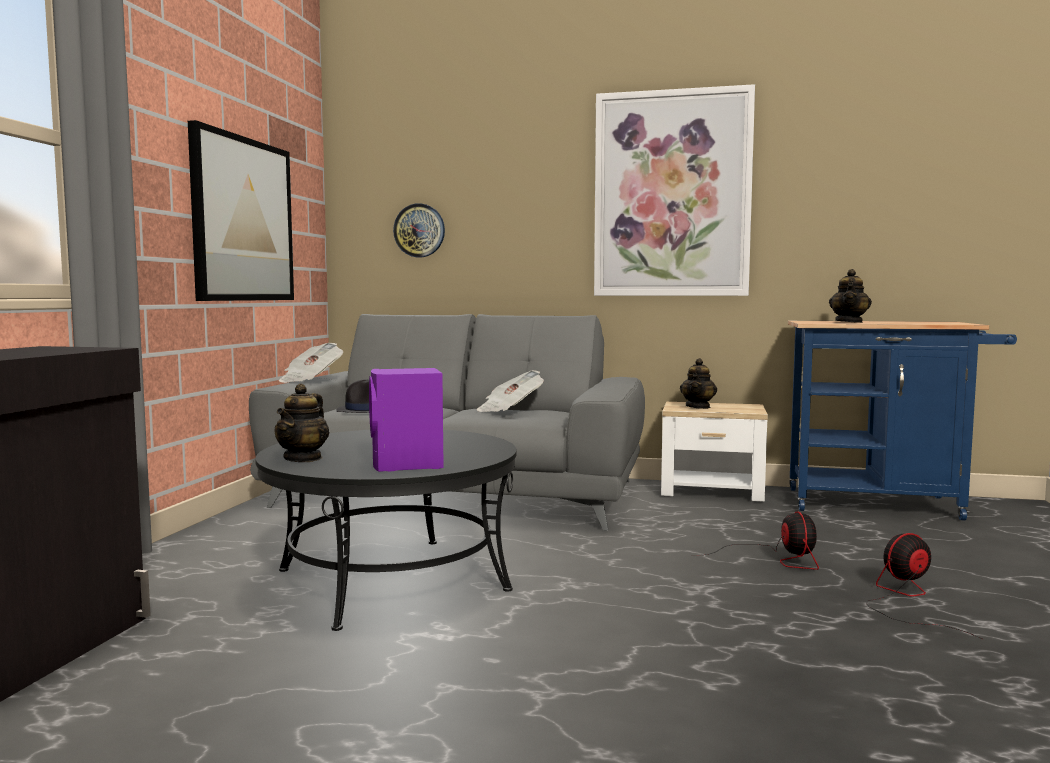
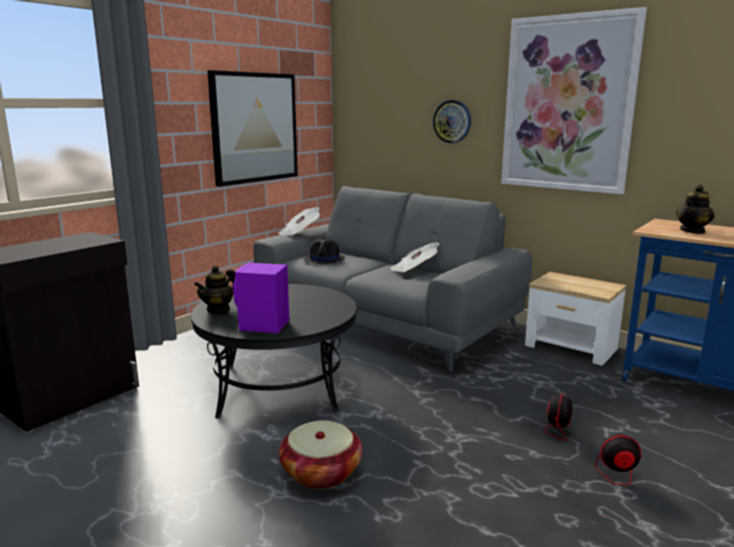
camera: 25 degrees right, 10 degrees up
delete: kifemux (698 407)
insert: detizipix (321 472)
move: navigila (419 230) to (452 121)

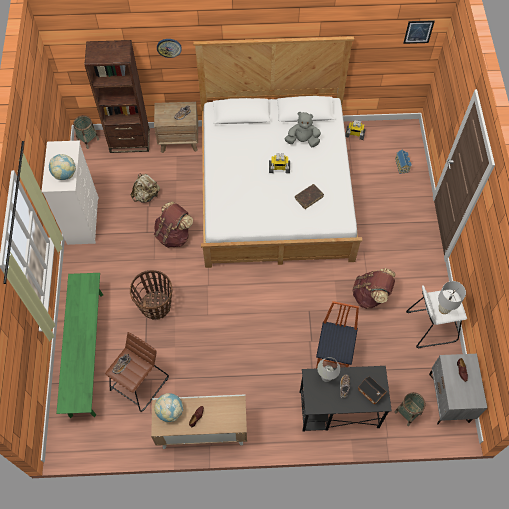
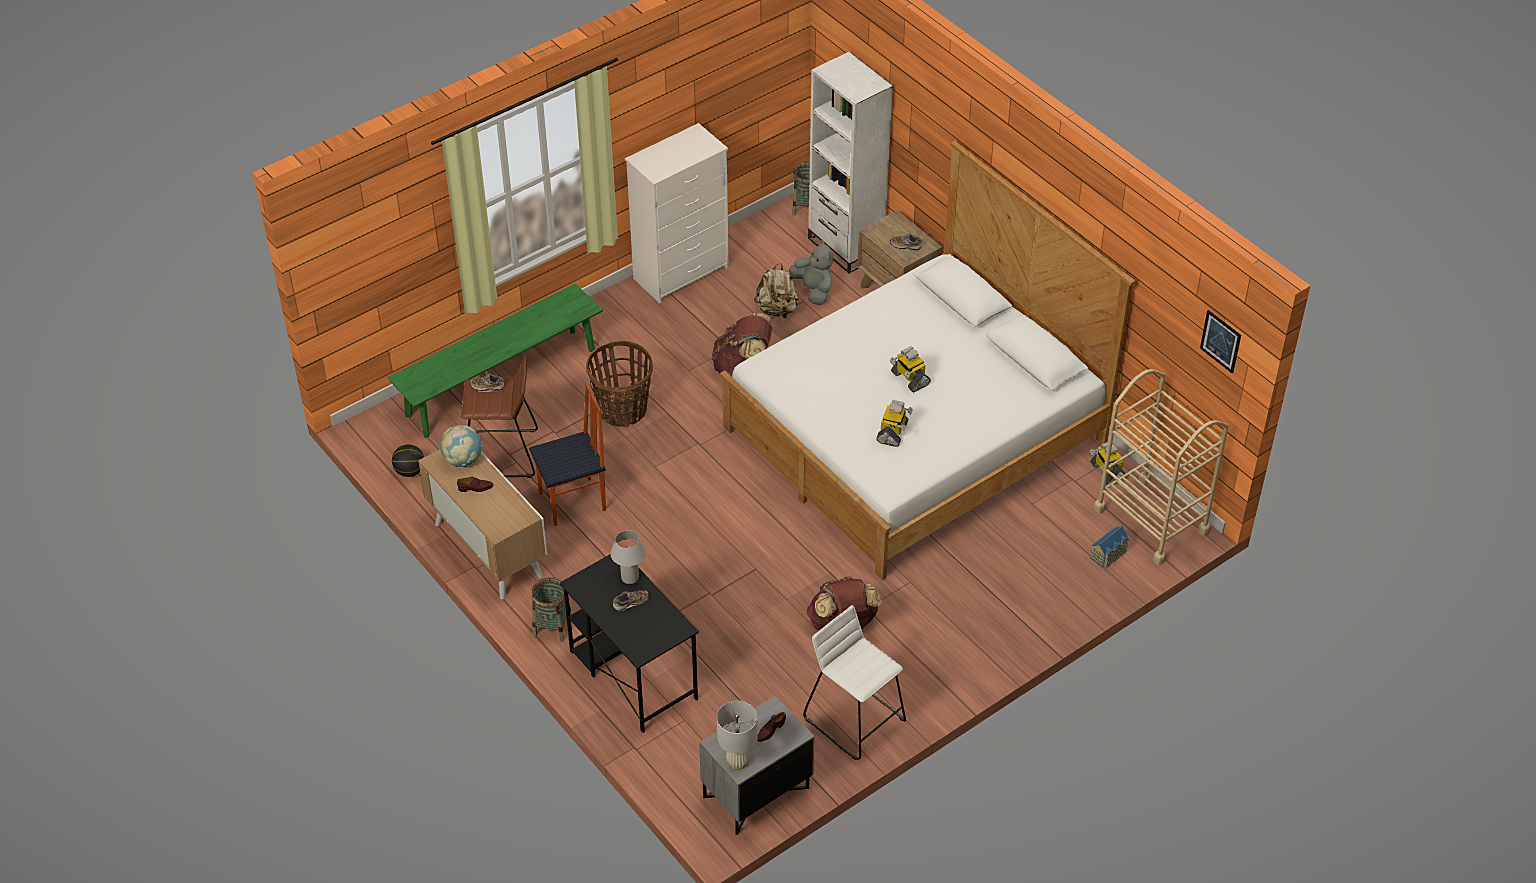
camera: 55 degrees right, 15 degrees down
delete: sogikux (65 174); navigila (169 47); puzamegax (371 393)
insert: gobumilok (410 471); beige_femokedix (1151 520)
move: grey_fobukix (302 140) to (813 290); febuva (334 356) to (573 502); detizipix (407 412) to (552 626); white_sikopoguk (444 309) to (737 762)
replace: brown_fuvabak (309 198) to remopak (893 432)
recolor: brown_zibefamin (130 141) to white_zibefamin (845 246)

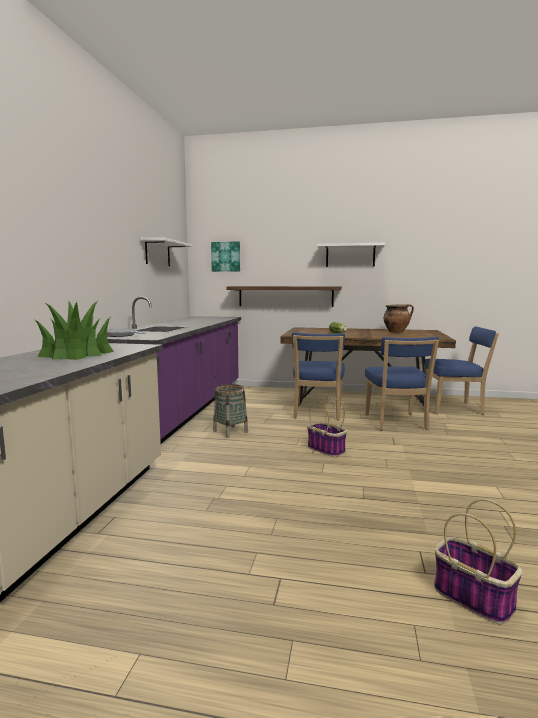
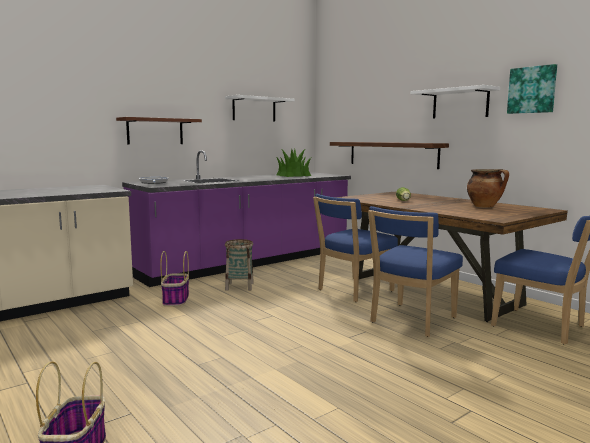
camera: 40 degrees right, 0 degrees up
insert: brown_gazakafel (155 131)
move: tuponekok (76 354) to (293 175); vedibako (226 256) to (532 90); detizipix (327 450) to (176 300)

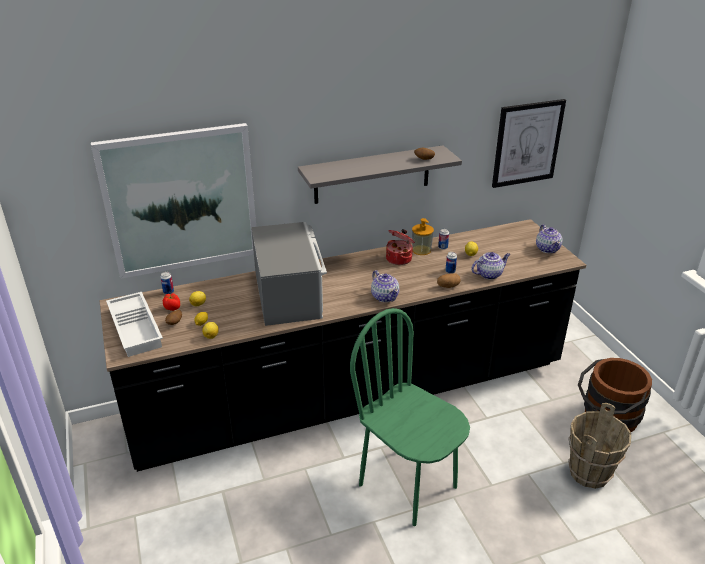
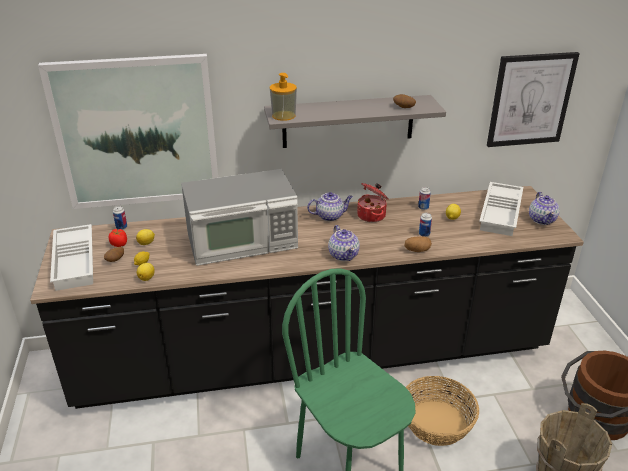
camera: 10 degrees right, 0 degrees up
insert: detizipix (436 422); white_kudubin (501 213)
move: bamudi (421 250) to (283 115); kifemux (489 274) to (330 216)
rotate: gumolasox (289 294) = (243 241) 75 degrees clockwise

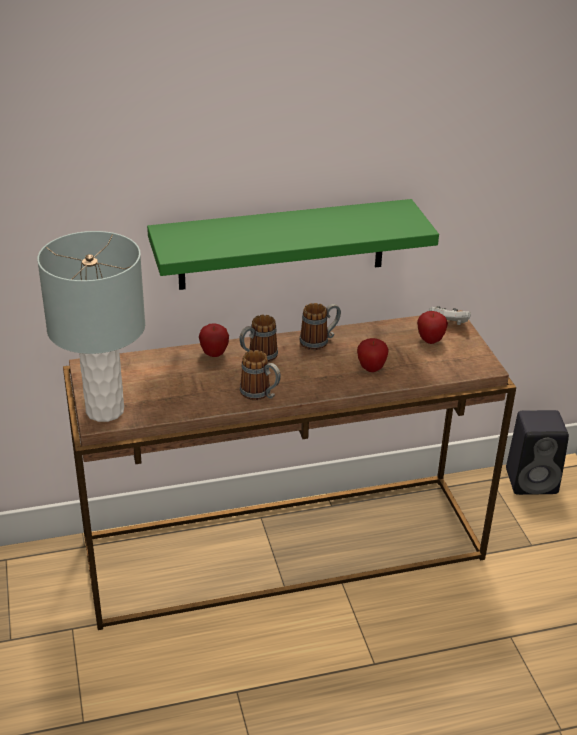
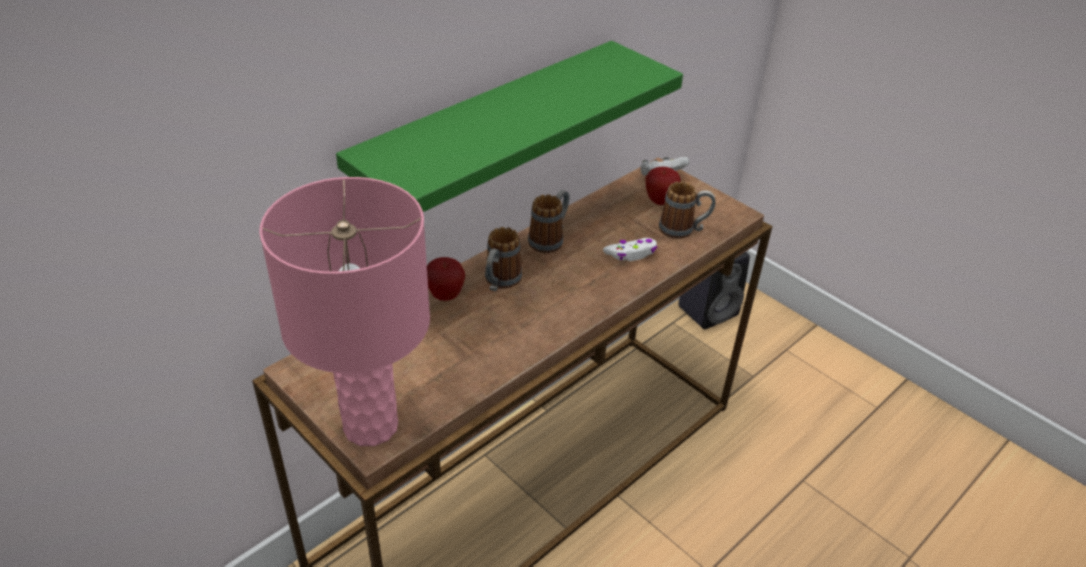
camera: 30 degrees left, 5 degrees up
move: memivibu (260 394) to (683 230)
replace: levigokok (371 368) to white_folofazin (631 254)
recolor: grey_sikopoguk (105 410) to pink_sikopoguk (370 425)

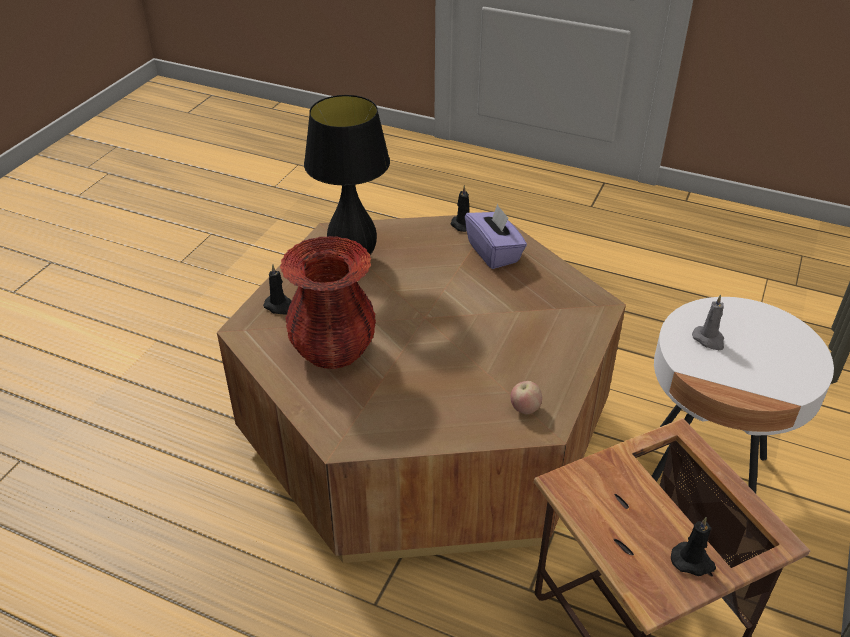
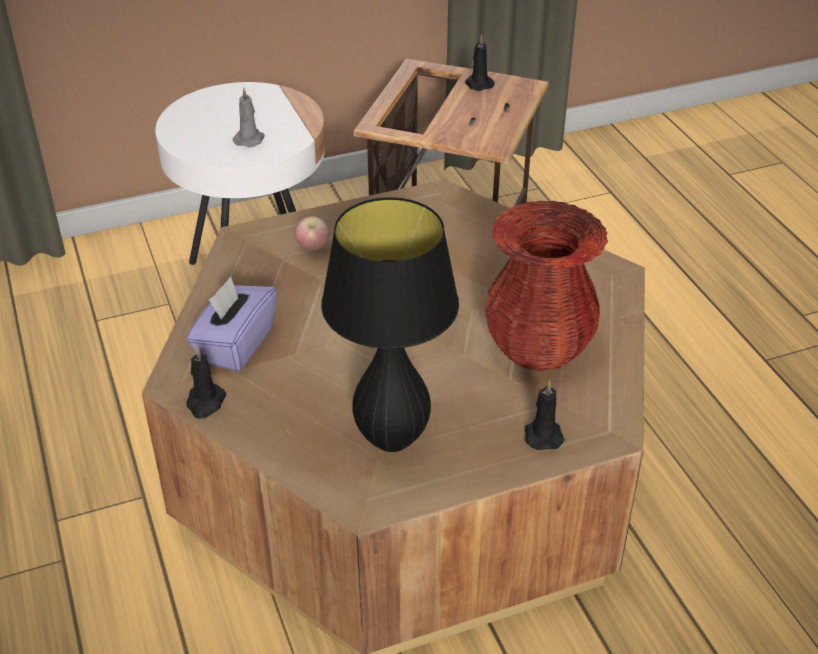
camera: 135 degrees left, 0 degrees up
move: levigokok (525 409) to (312 248)

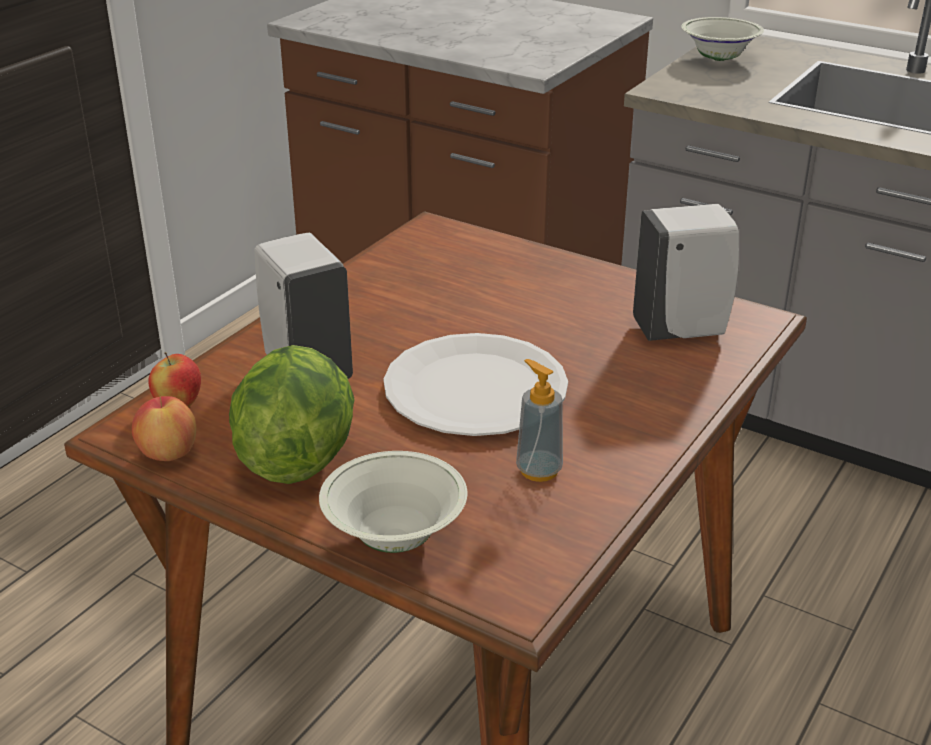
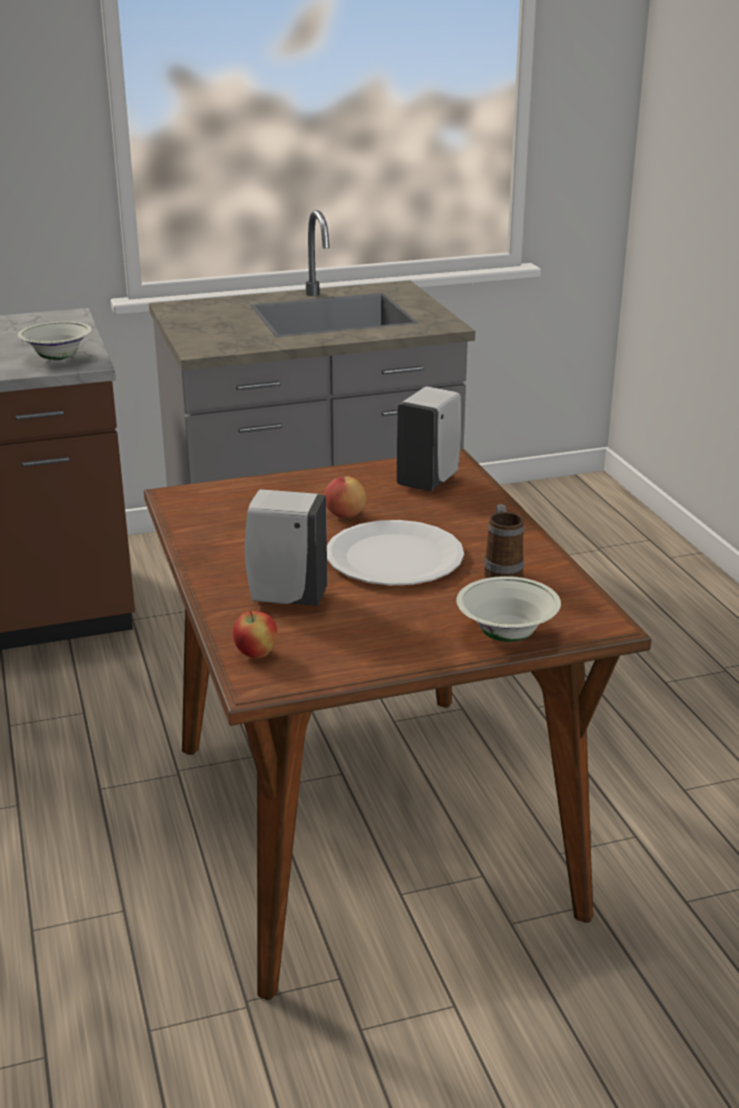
camera: 50 degrees left, 5 degrees down
delete: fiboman (296 456)
move: levigokok (168 453) to (345 515); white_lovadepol (718 59) to (58 358)
replace: bamudi (539 470) to memivibu (502 572)

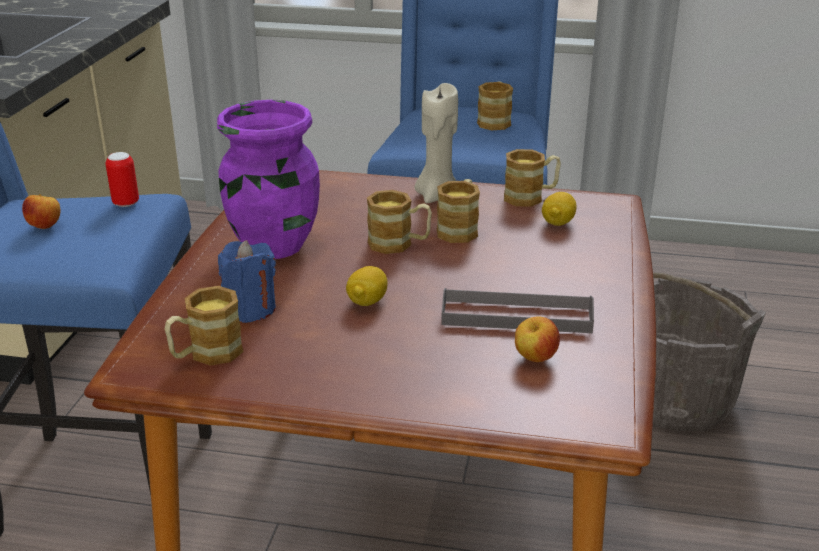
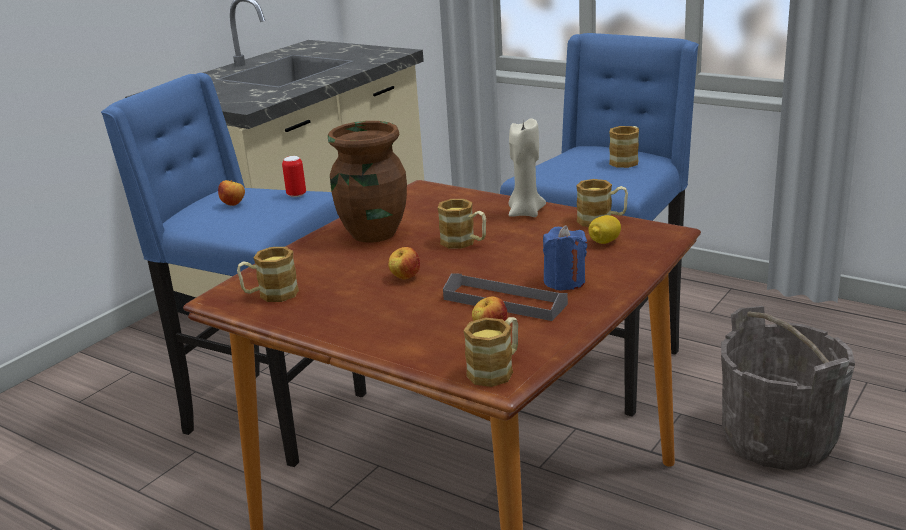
camera: 25 degrees right, 5 degrees down
move: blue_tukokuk (249 309) to (564 282); memivibu (459 229) to (496 370)
replace: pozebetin (367 302) to levigokok (405 278)
recolor: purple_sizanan (273 246) to brown_sizanan (372 233)

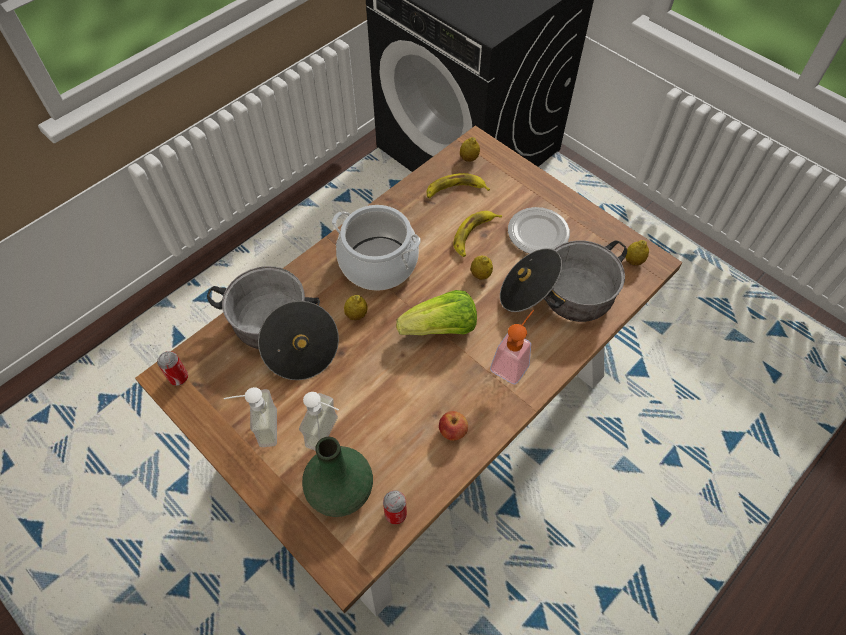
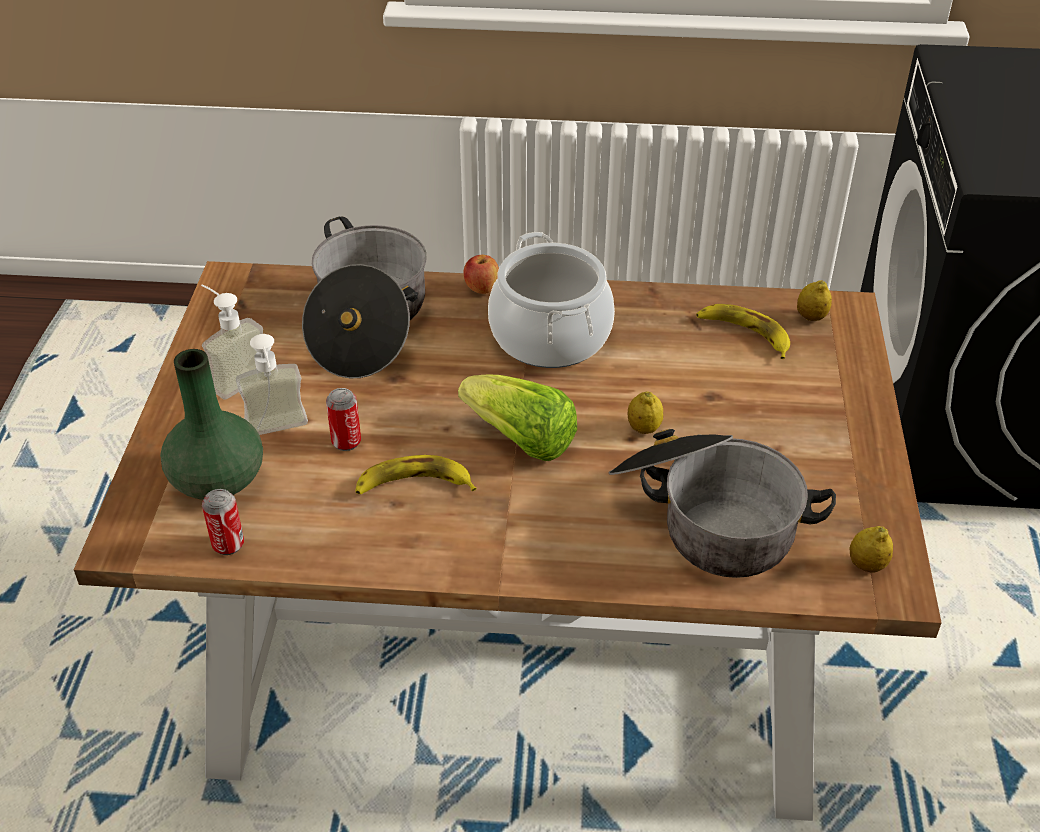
camera: 50 degrees right, 15 degrees down
delete: pozebetin (356 315); bamudi (513 362); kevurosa (538 233)
move: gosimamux (178 378) to (346 442); levigokok (452 432) to (481 289); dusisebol (474 235) to (413 484)

